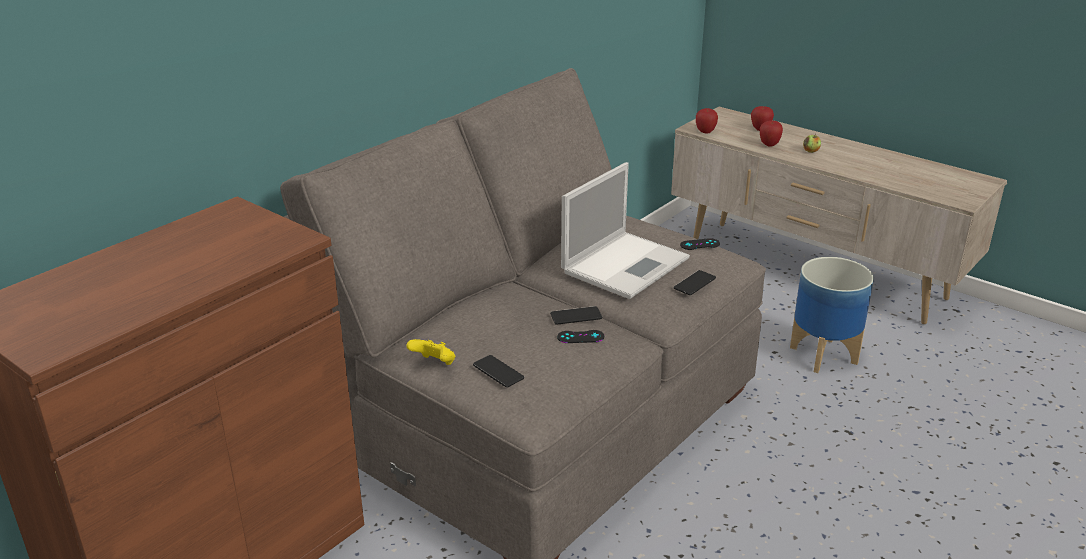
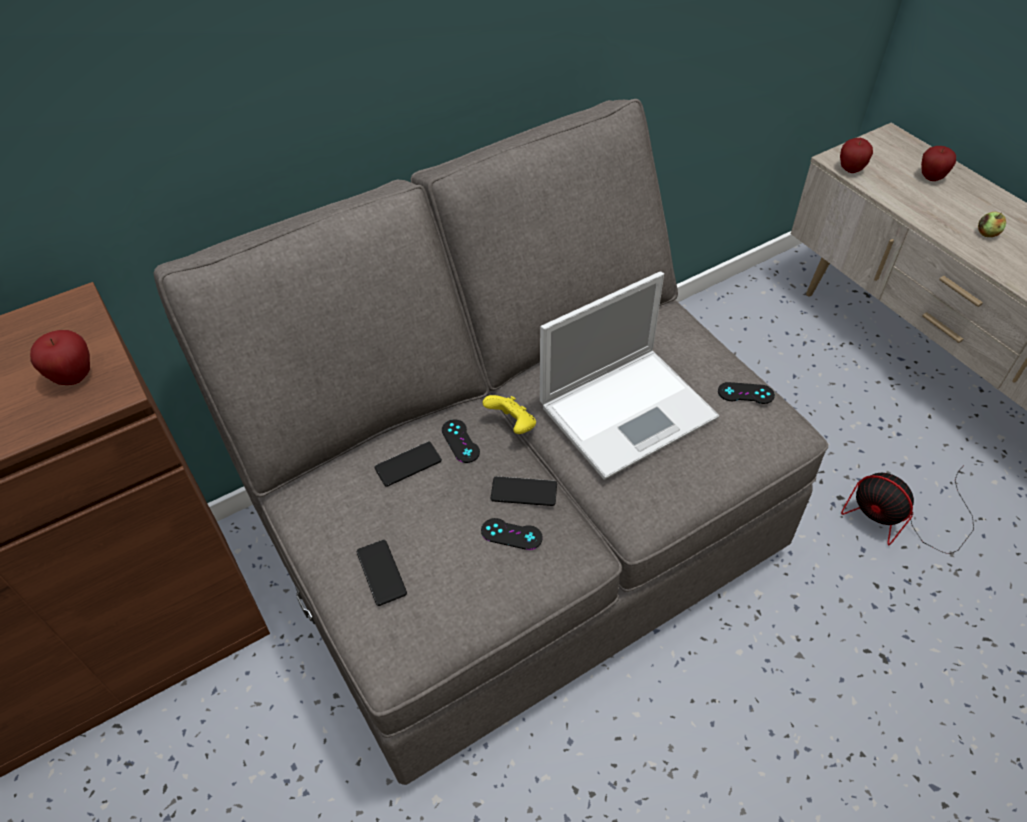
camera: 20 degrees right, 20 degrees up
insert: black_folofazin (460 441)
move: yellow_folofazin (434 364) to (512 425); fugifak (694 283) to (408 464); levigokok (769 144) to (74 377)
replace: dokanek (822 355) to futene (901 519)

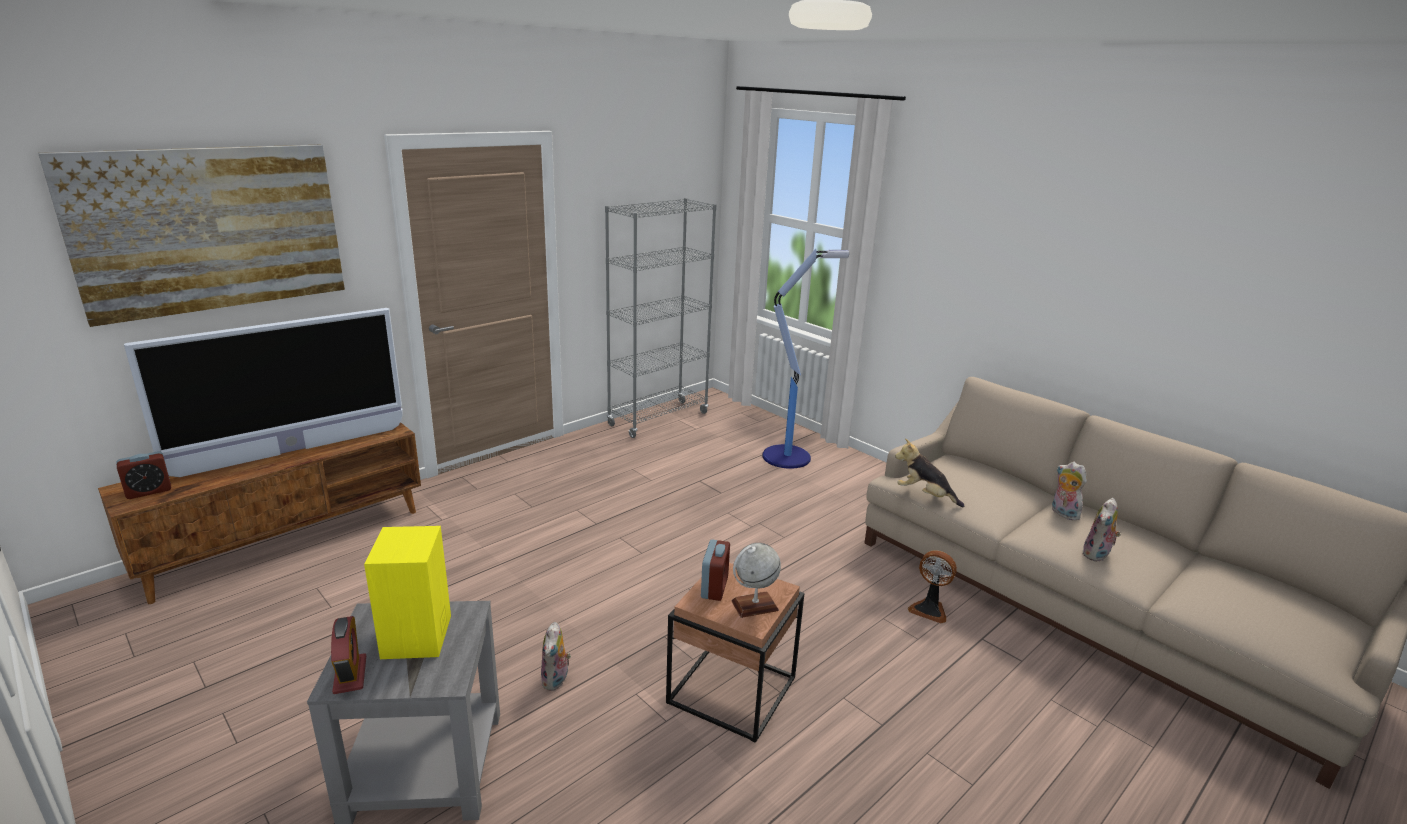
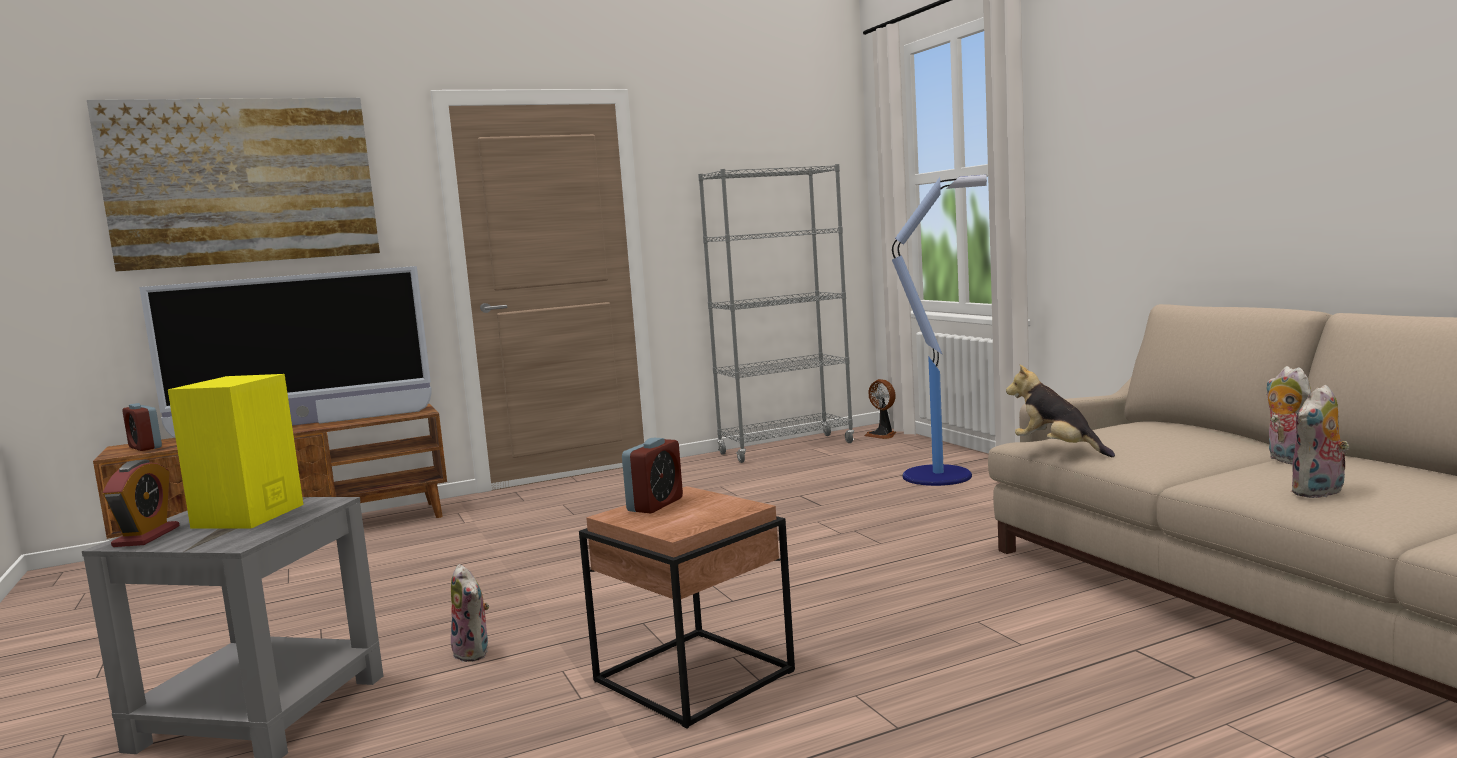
camera: 20 degrees right, 15 degrees down
delete: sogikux (754 605)
move: futene (929 609) to (882 435)
rotate: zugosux (149 491) = (145 447) 60 degrees clockwise; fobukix (556 680) = (474 652) 60 degrees counterclockwise

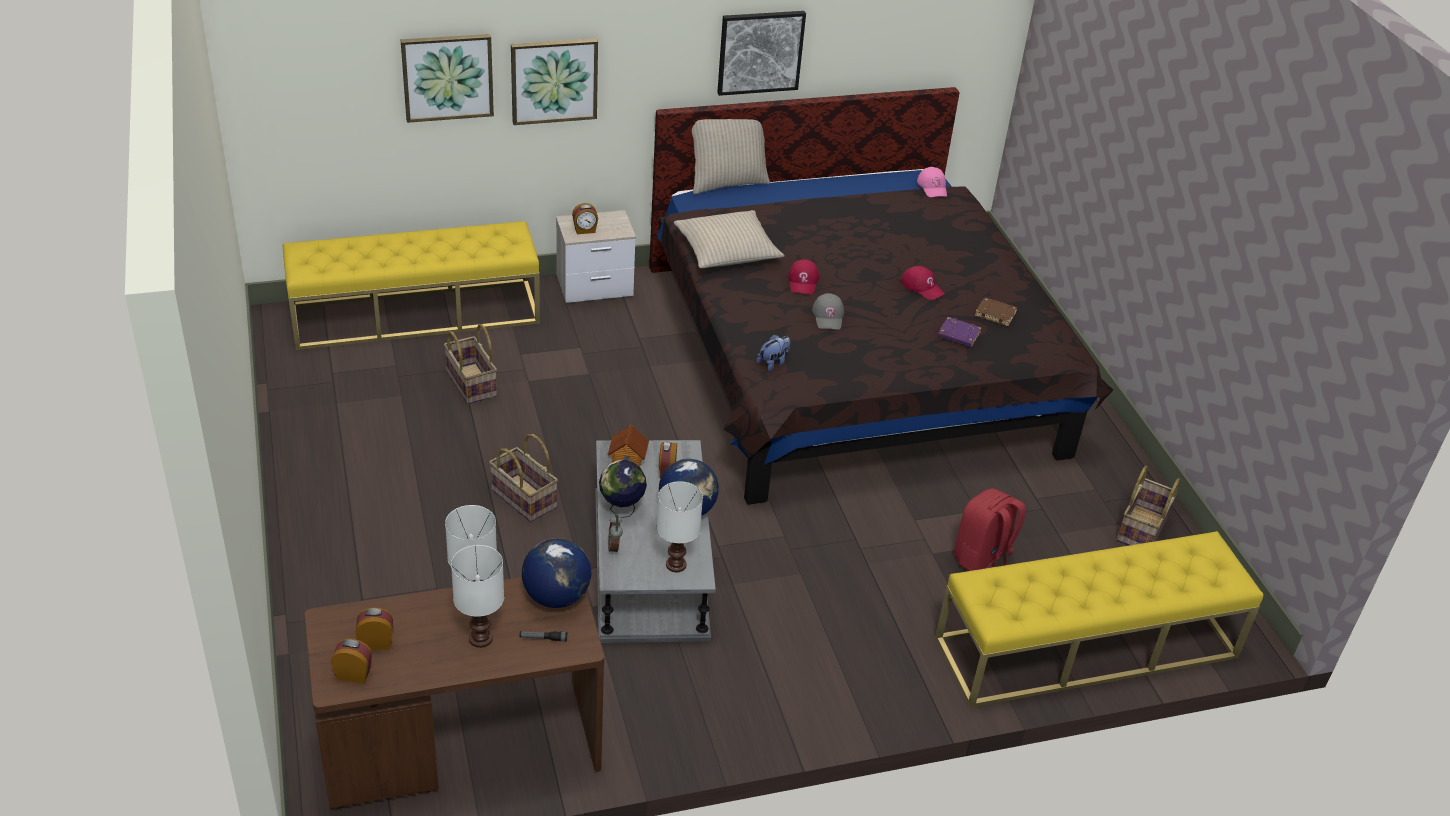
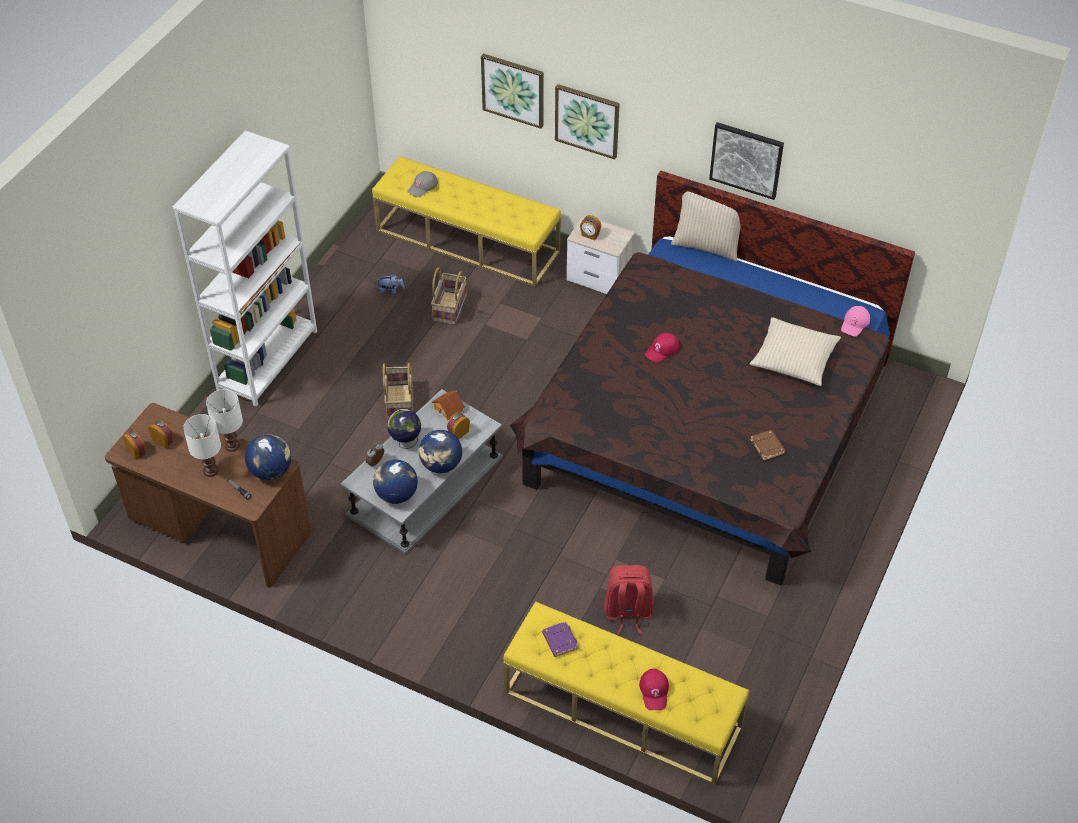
camera: 45 degrees right, 10 degrees up
delete: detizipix (1142 530)
insert: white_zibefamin (268 360)
move: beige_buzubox (727 250) to (794 358); fobukix (773 363) to (391 291); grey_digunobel (828 316) to (423 187); red_digunobel (922 287) to (654 691); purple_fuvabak (958 335) to (559 641)
replace: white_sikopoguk (676 565) to sogikux (396 495)

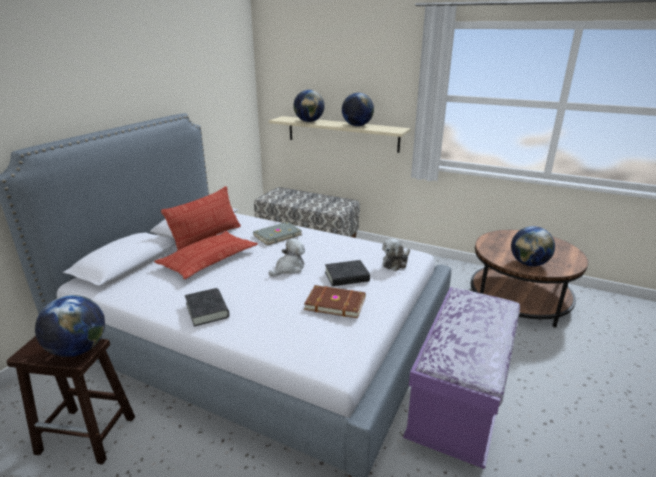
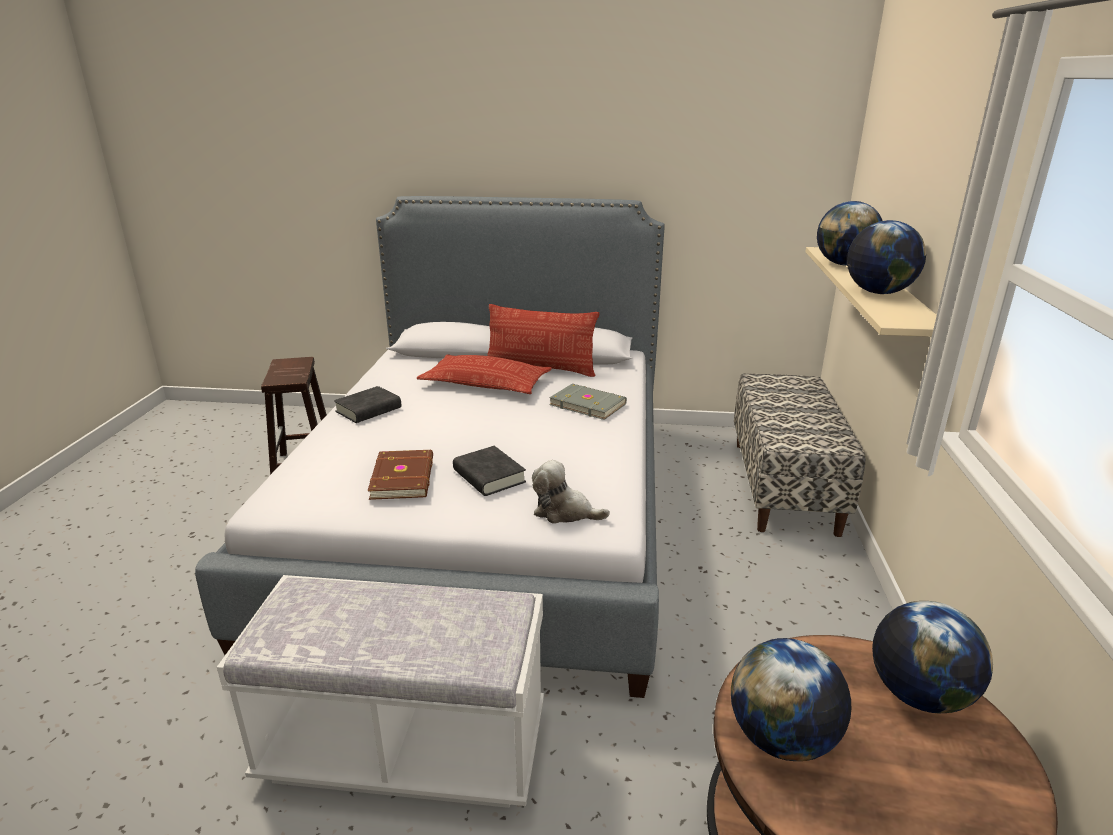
camera: 70 degrees right, 0 degrees up
delete: fobukix (289 268)
move: sogikux (78 349) to (918 694)
recolor: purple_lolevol (458 403) to white_lolevol (405 747)

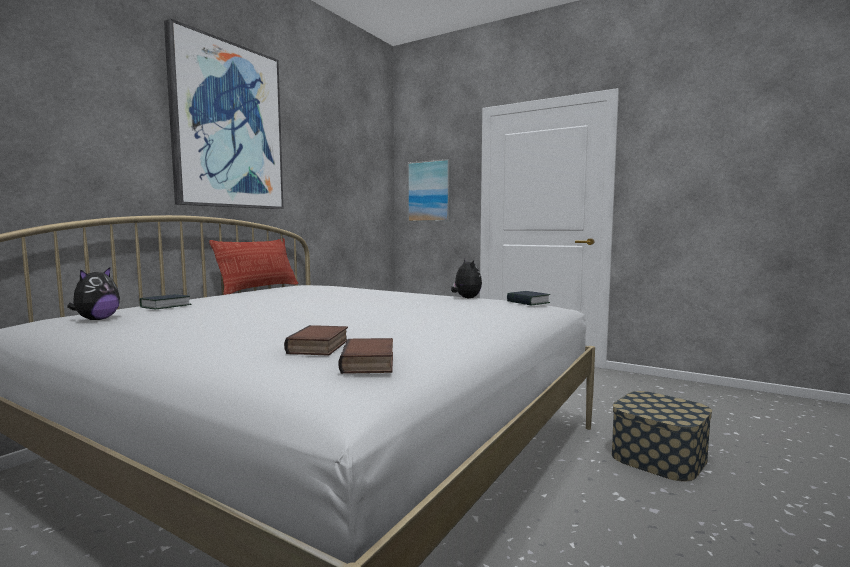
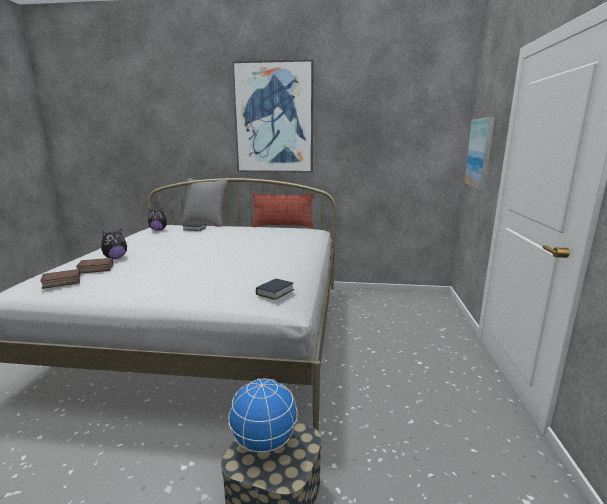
camera: 65 degrees right, 10 degrees up
insert: grey_buzubox (205 223); sogikux (264 442)
move: fobukix (466 298) to (115 258)

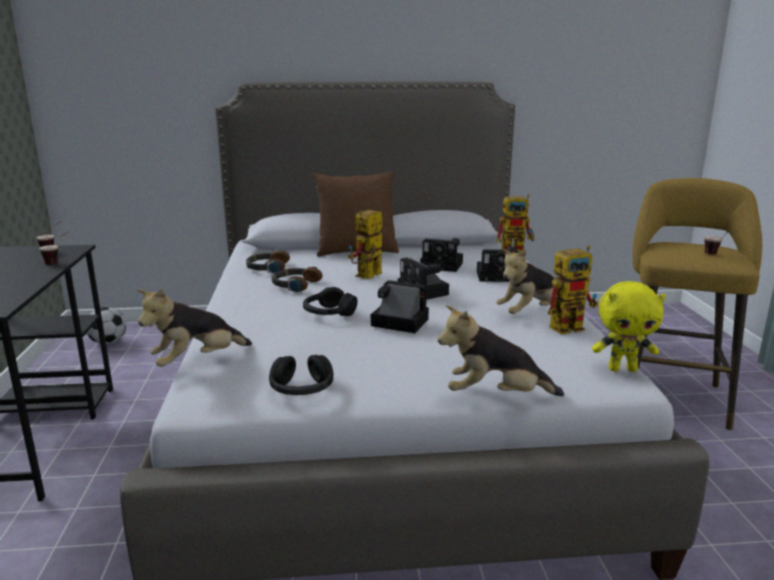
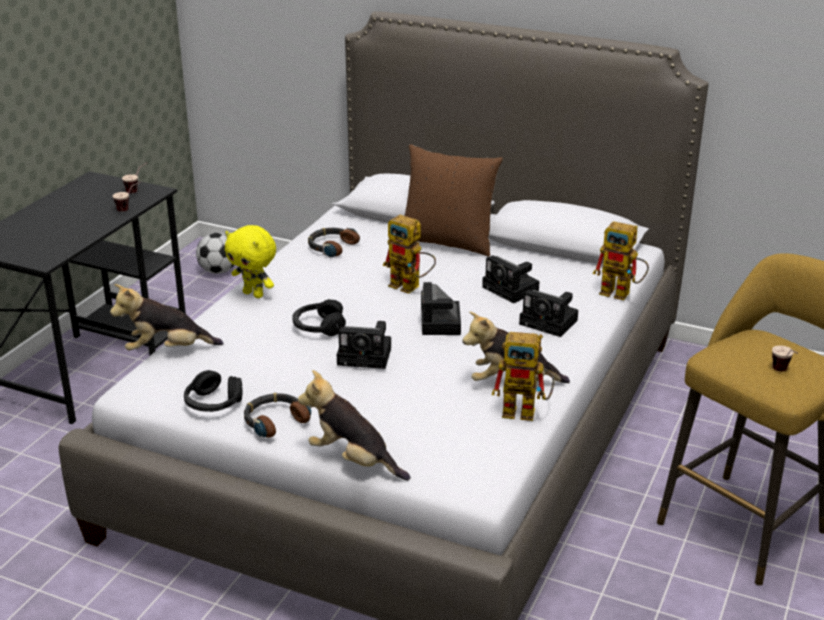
camera: 30 degrees right, 10 degrees up
move: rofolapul (295 284) to (275 420); yellow_fobukix (622 369) to (254 294)
rotate: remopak (367 277) = (411 287) 120 degrees counterclockwise; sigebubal (397 322) = (367 356) 135 degrees clockwise

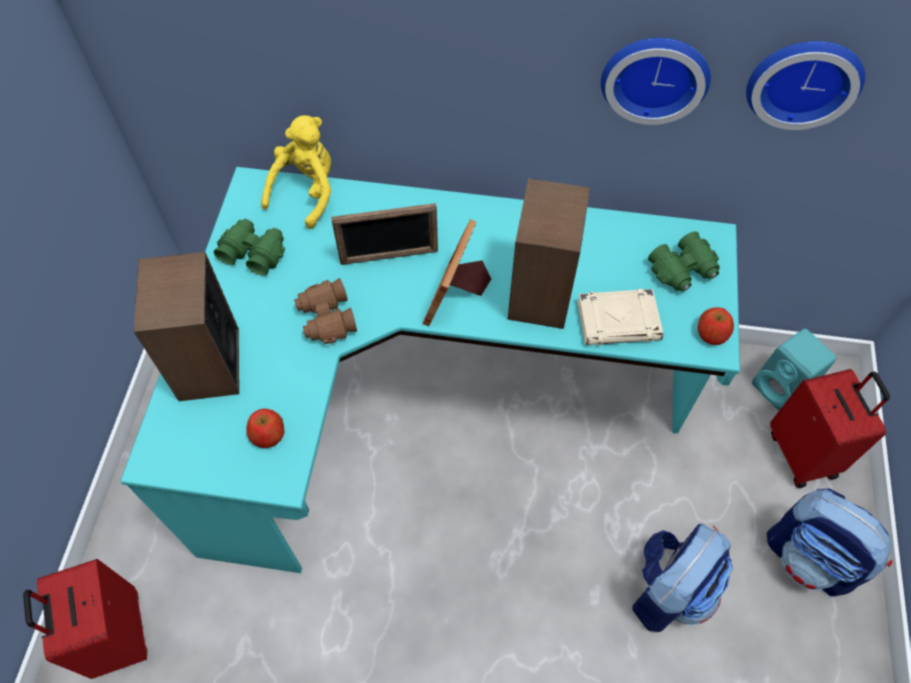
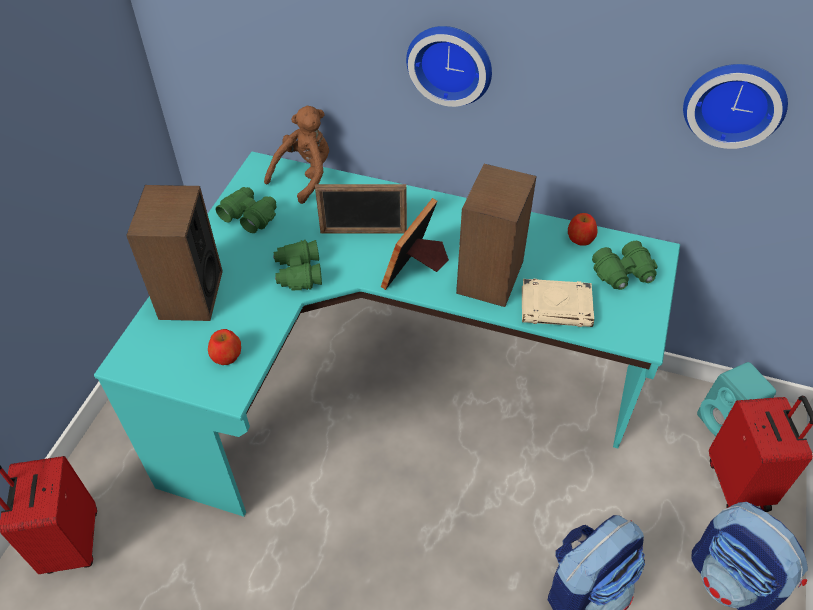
camera: 10 degrees right, 10 degrees down
move: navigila (655 75) to (451 62); levigokok (711 333) to (580 238)
recolor: yellow_fobukix (307 191) to brown_fobukix (305 176); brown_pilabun (326 319) to green_pilabun (298 273)

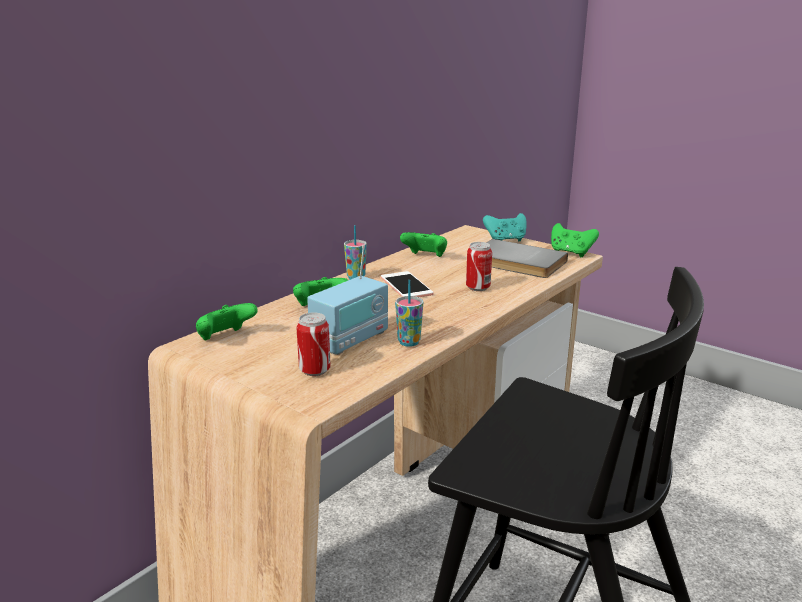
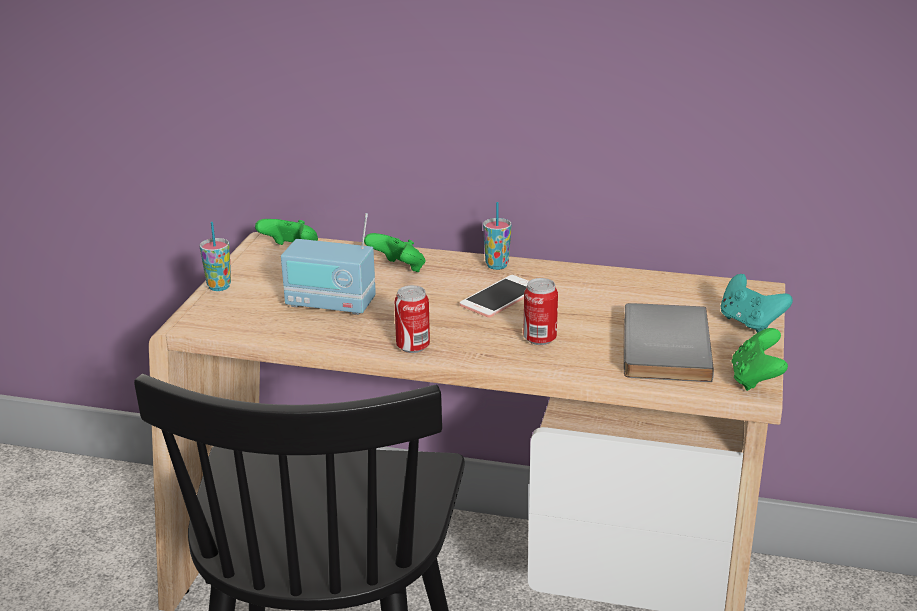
camera: 65 degrees right, 5 degrees up
delete: green_folofazin (425 257)
move: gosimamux (315 370) to (413 347); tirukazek (409 342) to (219 287)

